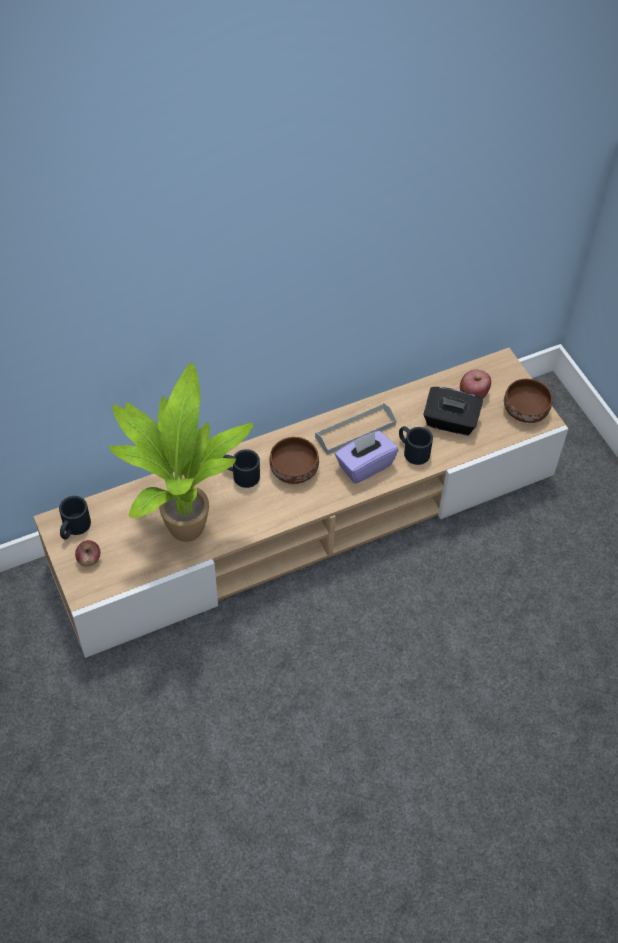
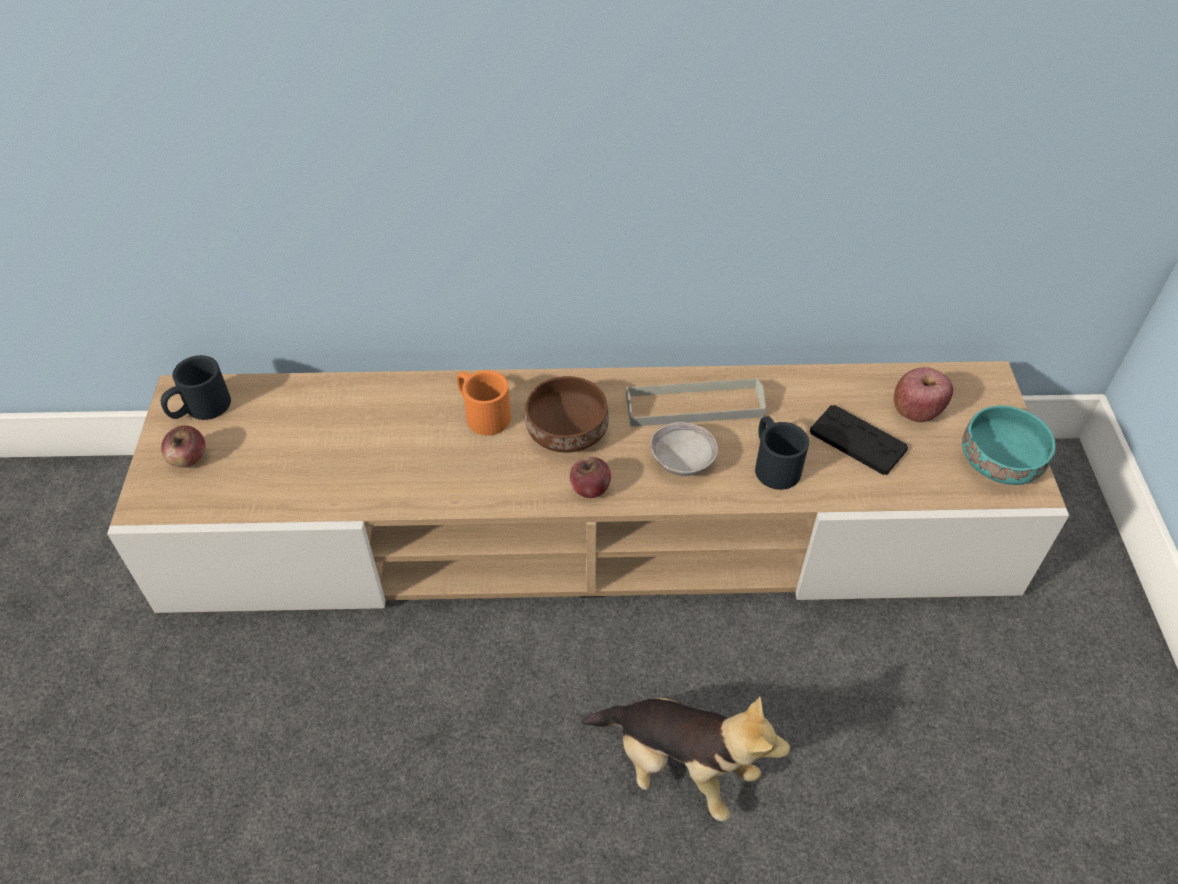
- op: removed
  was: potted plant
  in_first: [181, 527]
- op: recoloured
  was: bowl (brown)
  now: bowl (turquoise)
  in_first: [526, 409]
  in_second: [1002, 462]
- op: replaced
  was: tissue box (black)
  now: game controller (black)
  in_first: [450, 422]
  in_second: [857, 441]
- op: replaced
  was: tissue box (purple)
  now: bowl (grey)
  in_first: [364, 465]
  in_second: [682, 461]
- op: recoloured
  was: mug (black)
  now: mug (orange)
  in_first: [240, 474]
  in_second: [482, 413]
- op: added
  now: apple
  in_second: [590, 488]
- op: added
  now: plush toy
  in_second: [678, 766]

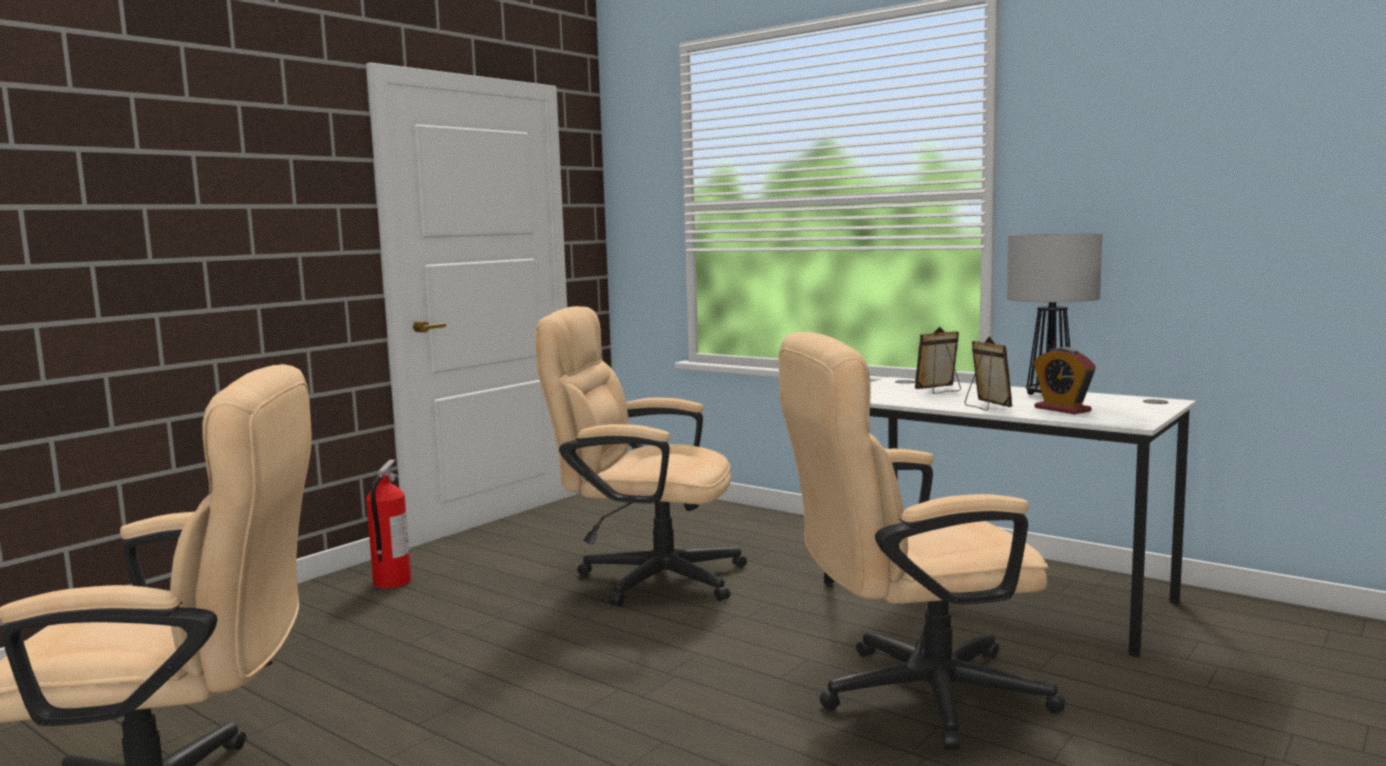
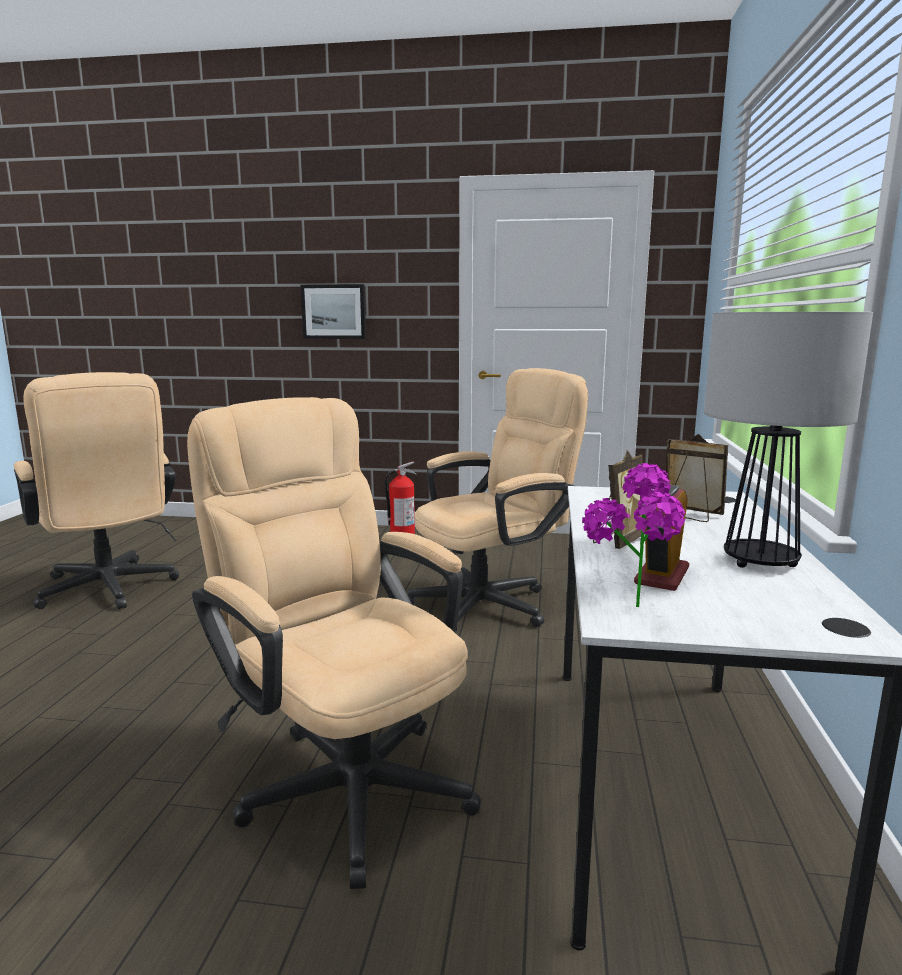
- op: turned
  was: office chair (beige)
  in_first: [646, 577]
  in_second: [493, 603]
  clockwise: 75
- op: added
  now: picture
  in_second: [334, 311]
- op: added
  now: potted plant
  in_second: [631, 613]

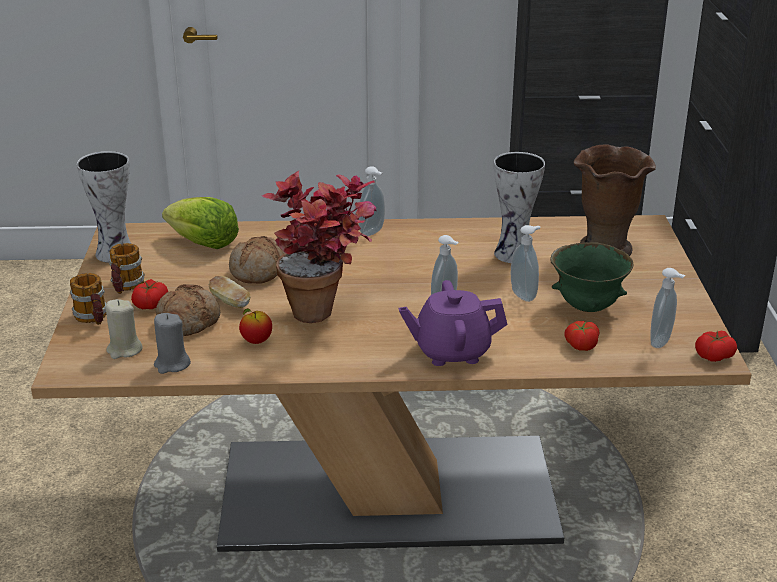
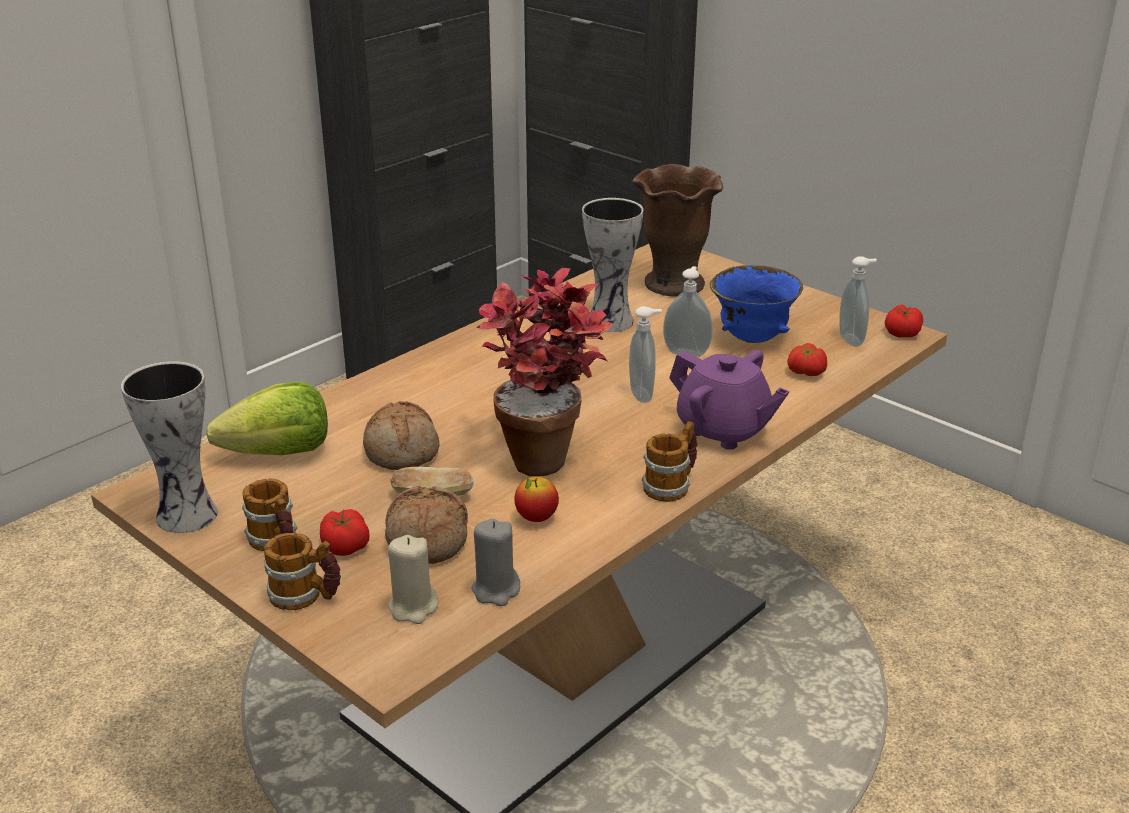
- op: removed
  was: soap dispenser
  in_first: [373, 232]
- op: recoloured
  was: bowl (green)
  now: bowl (blue)
  in_first: [587, 307]
  in_second: [752, 338]
- op: turned
  was: teapot (purple)
  in_first: [451, 351]
  in_second: [723, 430]
  clockwise: -90
- op: added
  now: mug
  in_second: [672, 485]

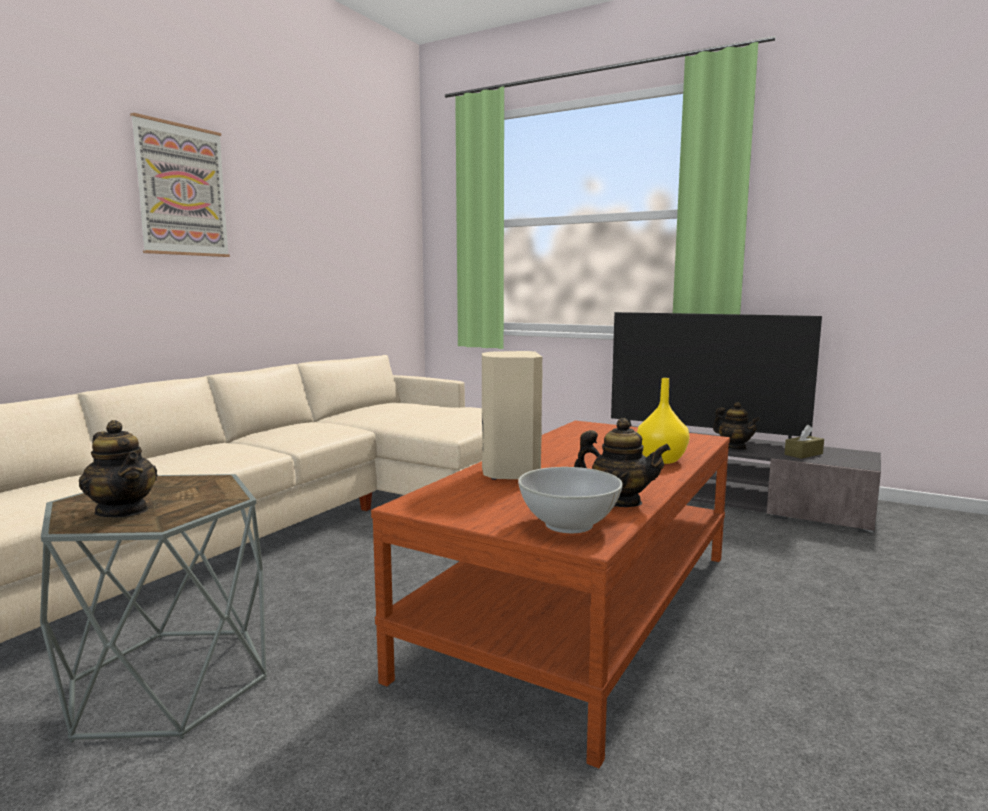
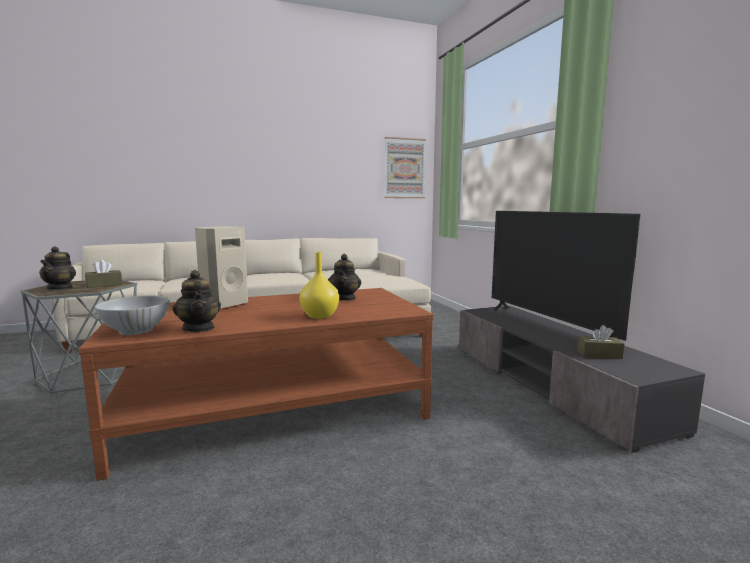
- op: moved
  was: picture
  in_first: [182, 190]
  in_second: [404, 168]
- op: moved
  was: teapot
  in_first: [734, 447]
  in_second: [345, 298]
- op: added
  now: tissue box (brown)
  in_second: [104, 285]

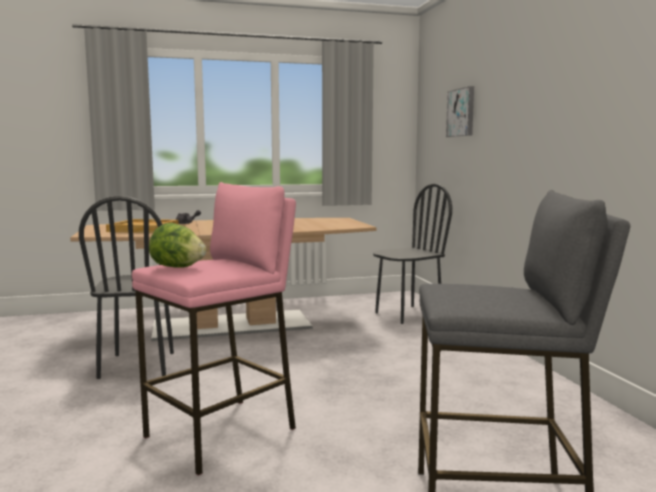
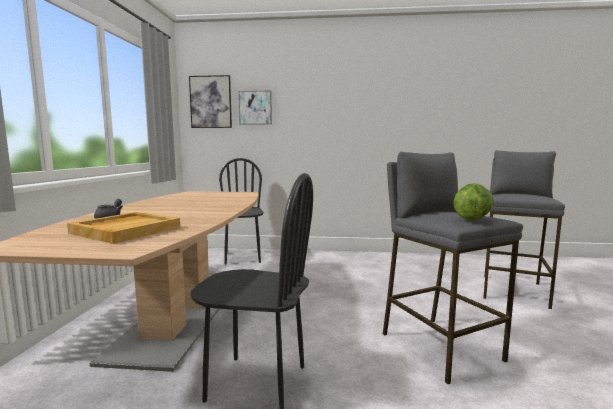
- op: recoloured
  was: stool (pink)
  now: stool (grey)
  in_first: [222, 433]
  in_second: [440, 346]
- op: added
  now: picture
  in_second: [210, 102]

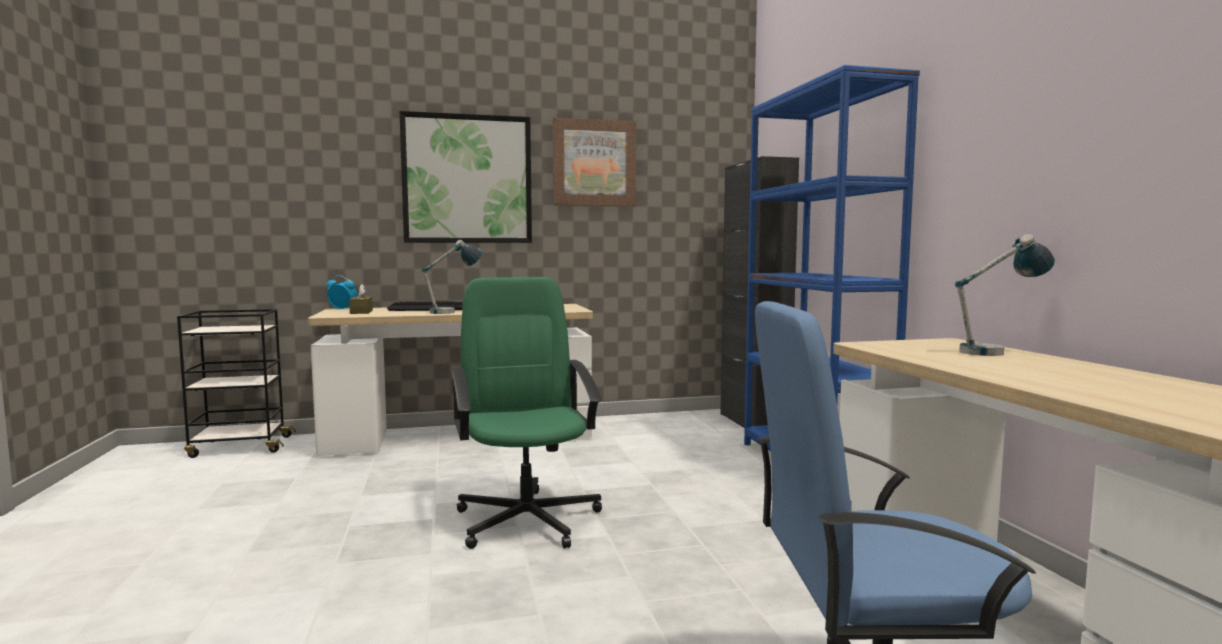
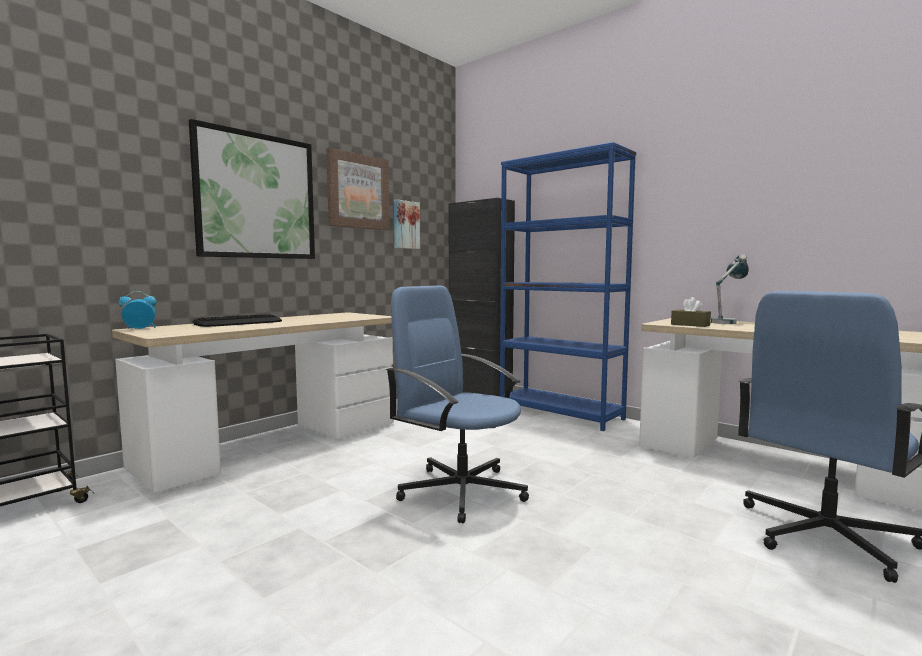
- op: removed
  was: table lamp
  in_first: [453, 312]
- op: recoloured
  was: office chair (green)
  now: office chair (blue)
  in_first: [527, 519]
  in_second: [460, 490]
- op: moved
  was: tissue box (brown)
  in_first: [361, 312]
  in_second: [690, 325]
- op: added
  now: picture
  in_second: [405, 225]

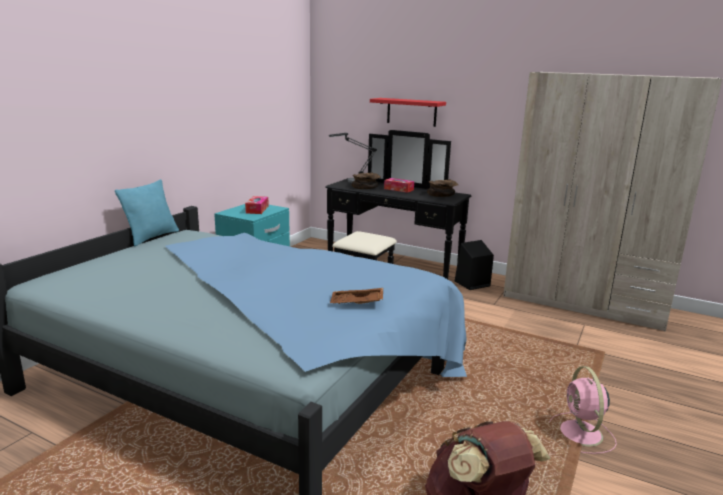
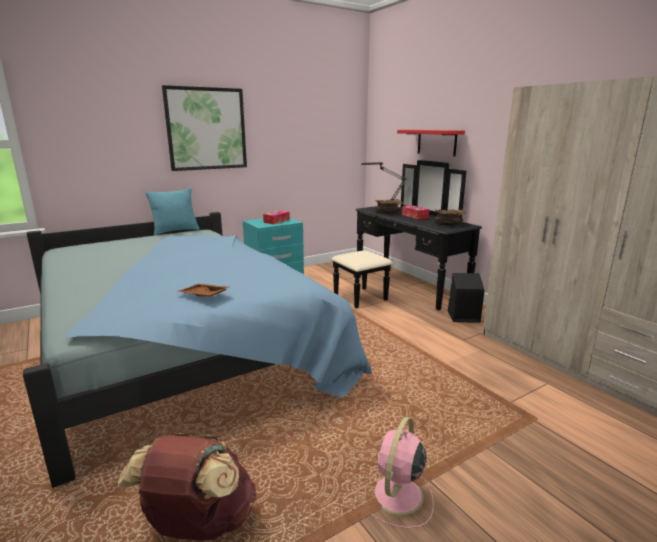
- op: added
  now: picture
  in_second: [206, 129]

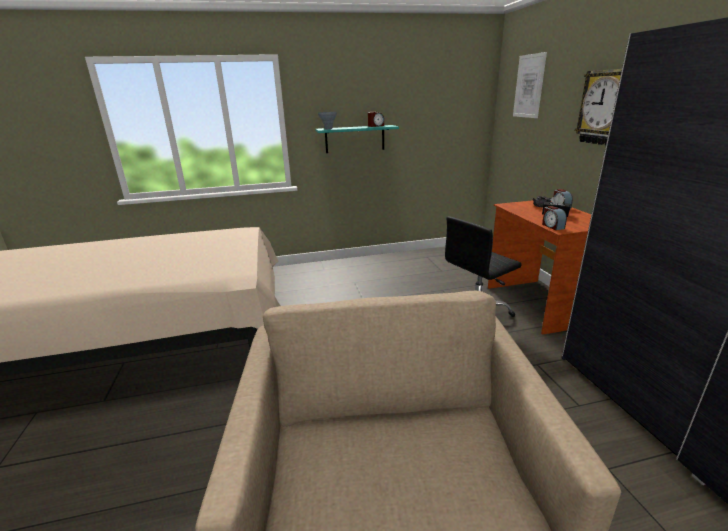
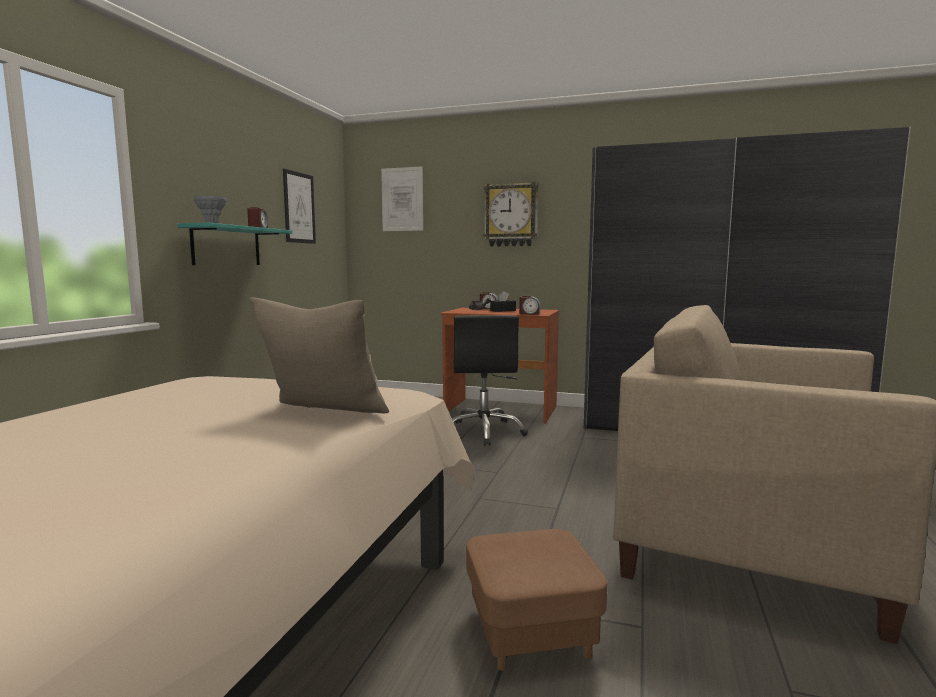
- op: added
  now: picture
  in_second: [299, 208]
- op: added
  now: pillow (beige)
  in_second: [323, 412]
- op: added
  now: ottoman (brown)
  in_second: [531, 632]

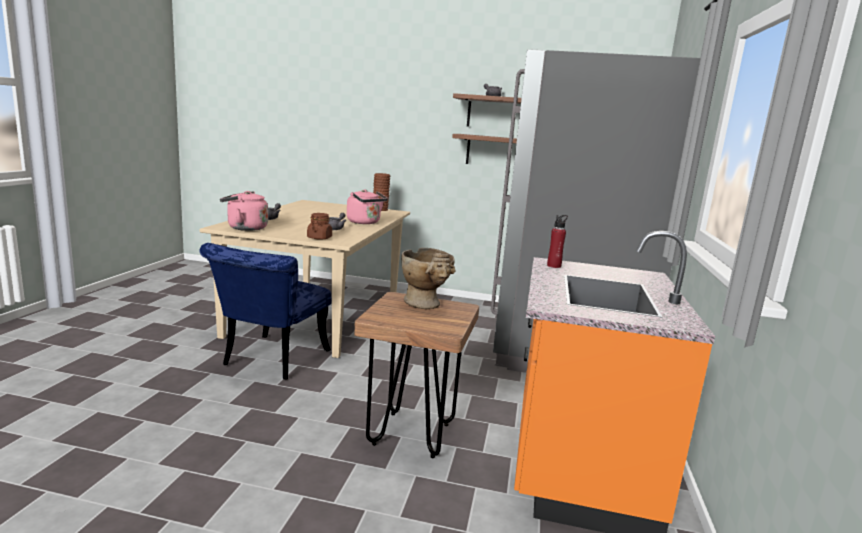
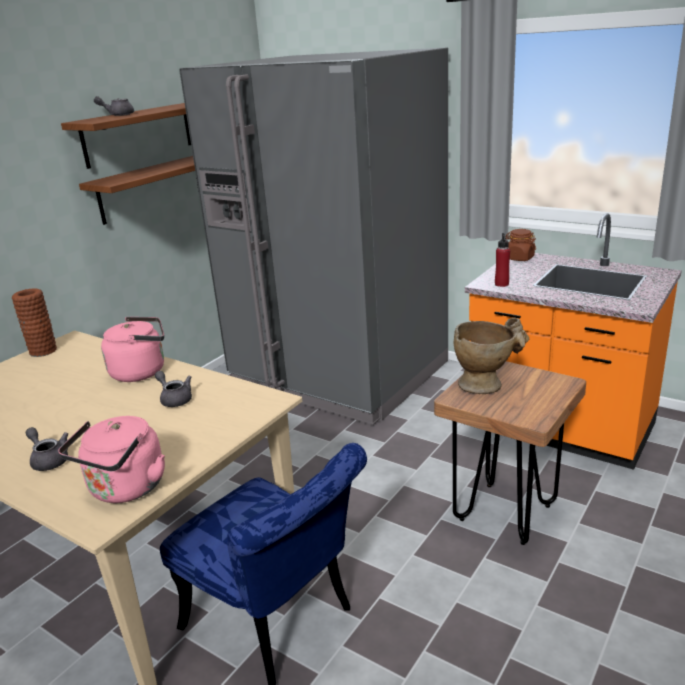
- op: moved
  was: jar (brown)
  in_first: [319, 238]
  in_second: [519, 258]

